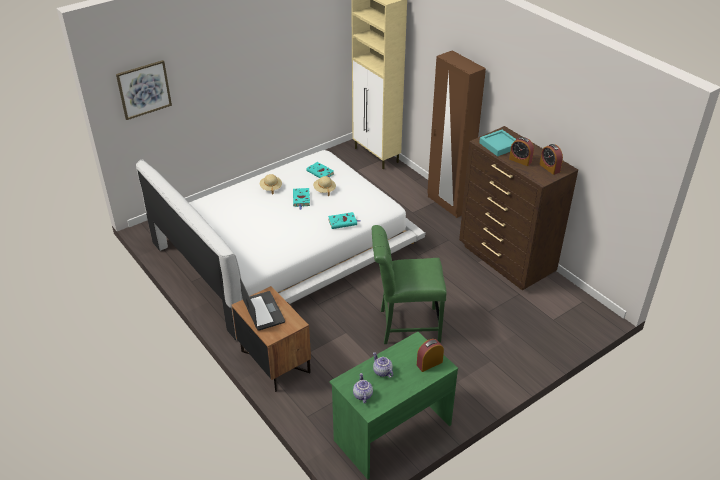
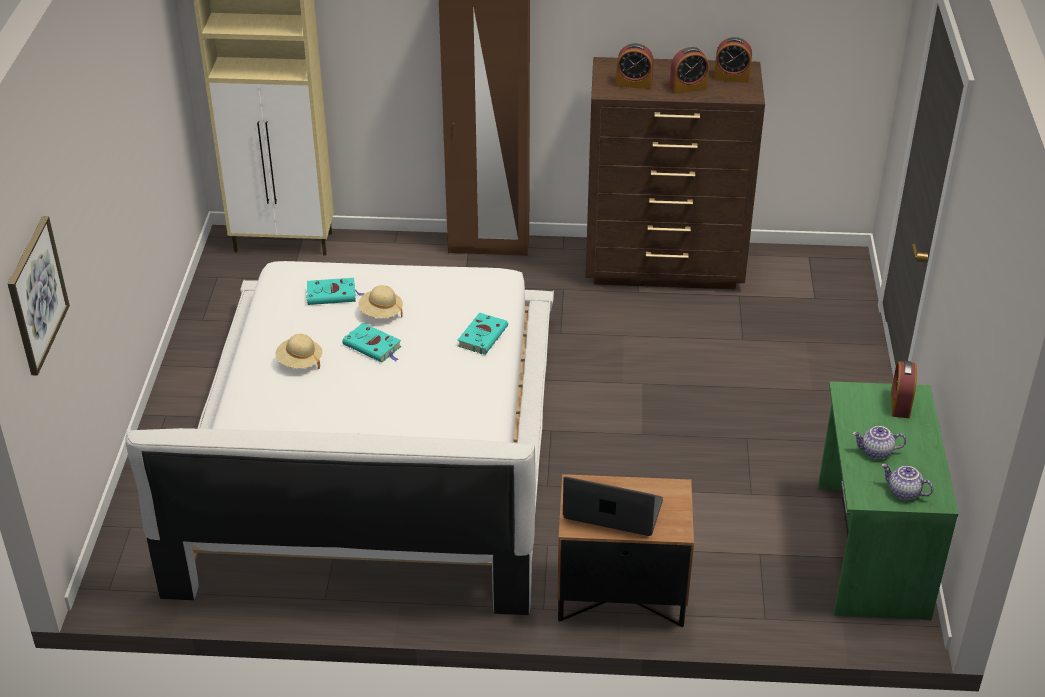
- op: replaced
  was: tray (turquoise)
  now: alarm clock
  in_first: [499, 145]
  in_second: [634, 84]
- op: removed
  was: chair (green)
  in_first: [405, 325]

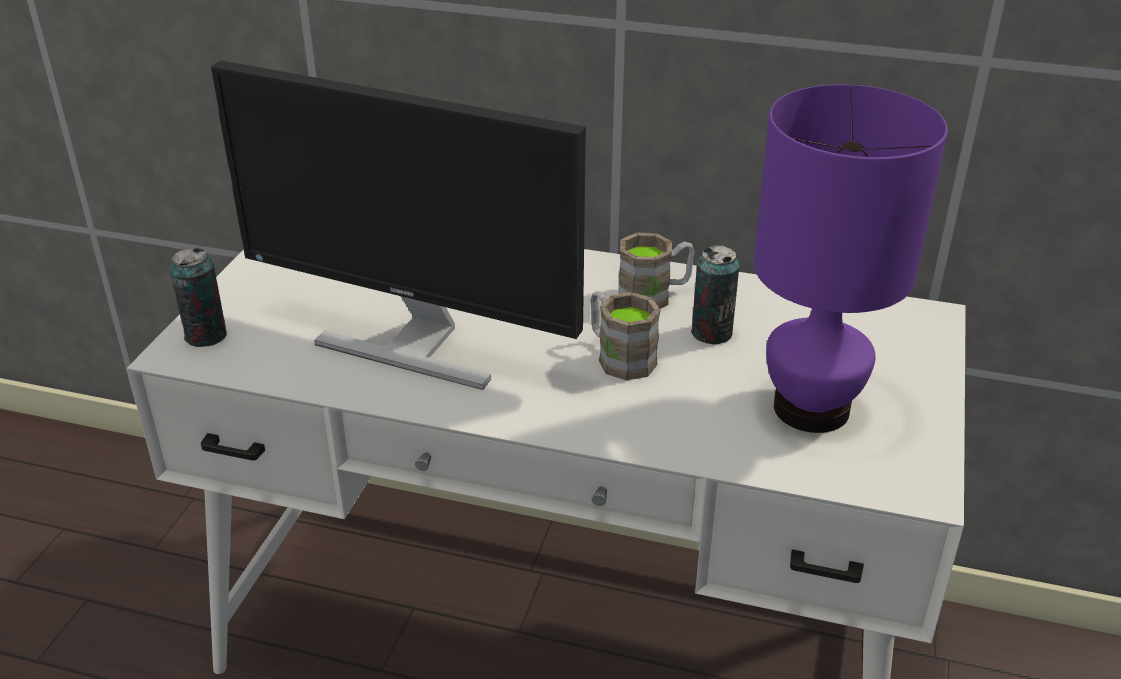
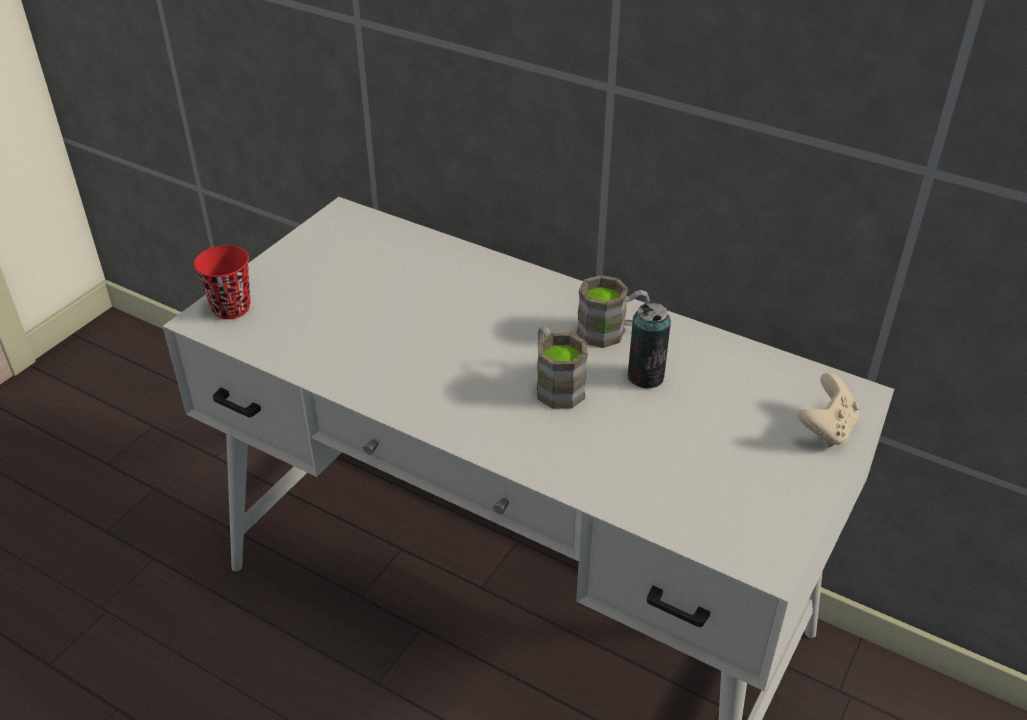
- op: removed
  was: monitor
  in_first: [414, 344]
- op: removed
  was: table lamp (purple)
  in_first: [812, 408]
- op: replaced
  was: can
  now: cup (red)
  in_first: [206, 336]
  in_second: [231, 308]
- op: added
  now: game controller (beige)
  in_second: [826, 429]

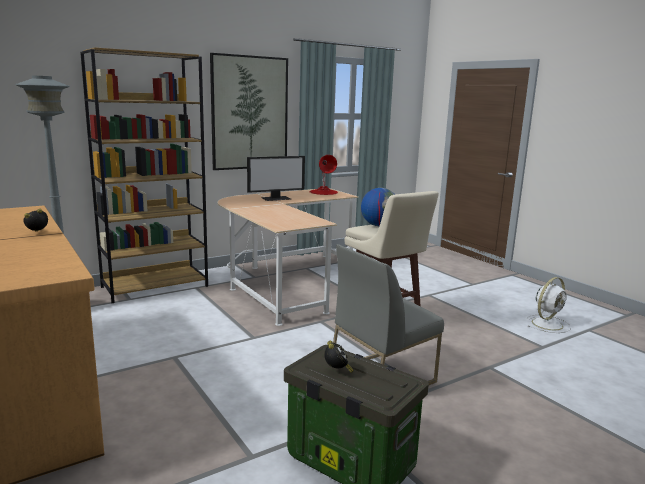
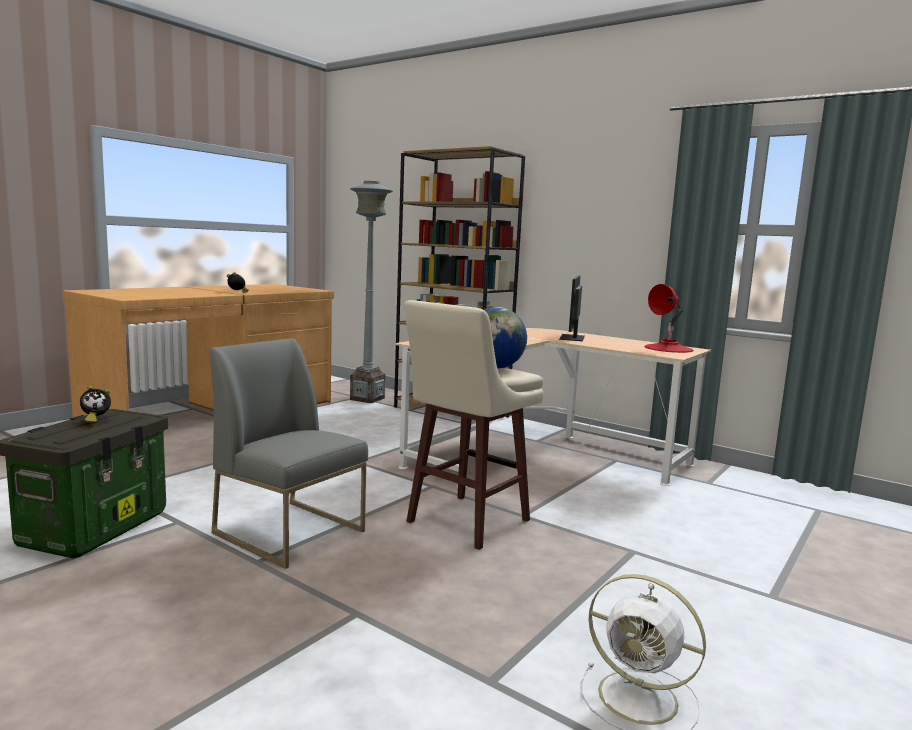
- op: removed
  was: picture
  in_first: [250, 113]
- op: turned
  was: monitor
  in_first: [276, 198]
  in_second: [573, 338]
  clockwise: 60

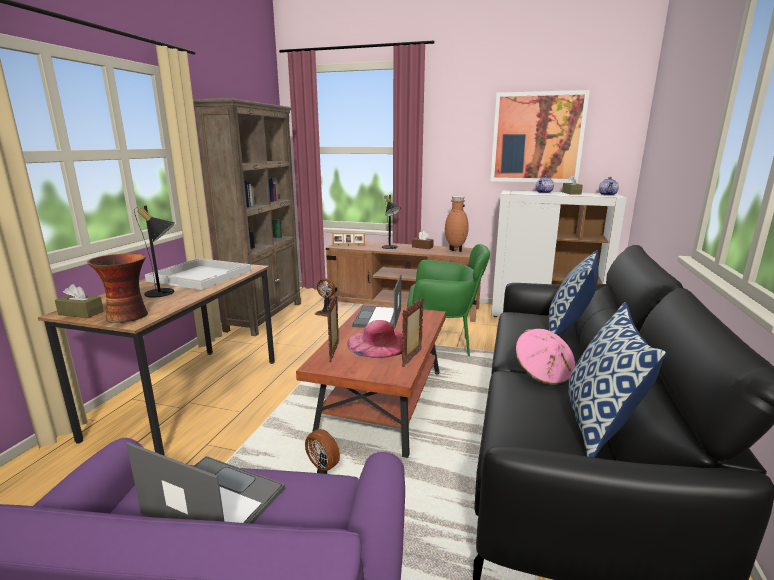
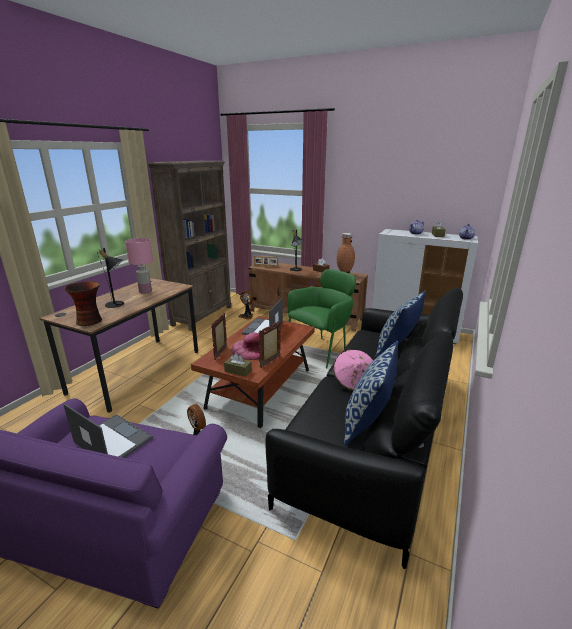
- op: removed
  was: picture
  in_first: [537, 138]
- op: turned
  was: armchair (green)
  in_first: [442, 346]
  in_second: [321, 349]
  clockwise: -60
- op: replaced
  was: tray (white)
  now: table lamp (pink)
  in_first: [201, 275]
  in_second: [146, 291]
- op: moved
  was: tissue box (brown)
  in_first: [81, 313]
  in_second: [238, 371]

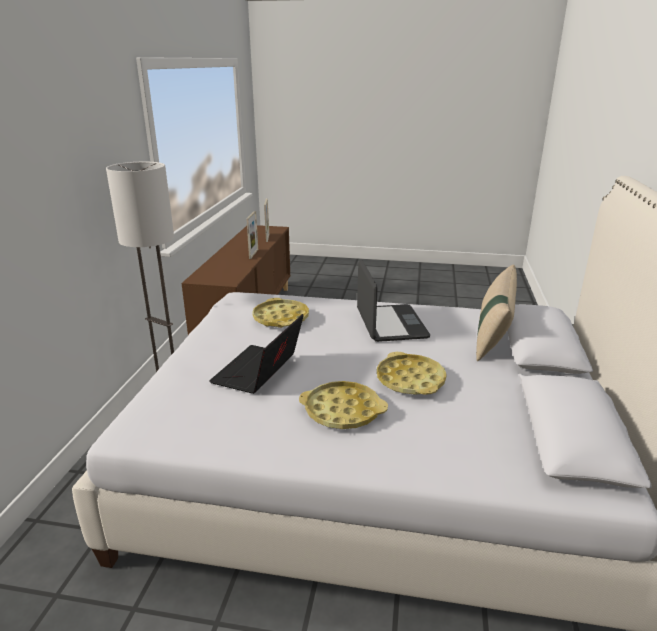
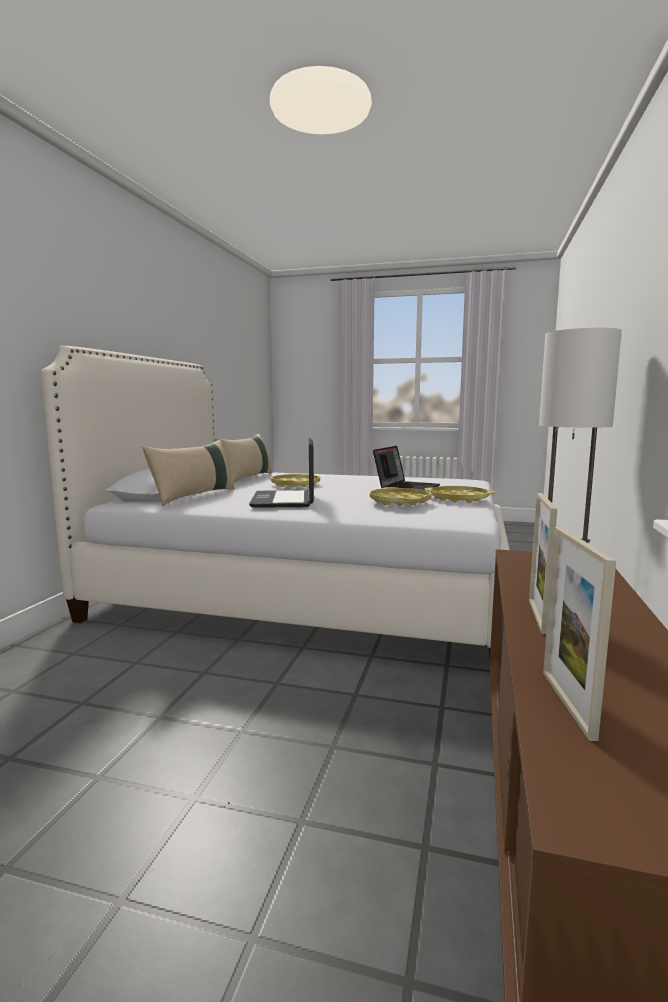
- op: moved
  was: tray (yellow)
  in_first: [342, 411]
  in_second: [458, 499]
- op: added
  now: pillow (beige)
  in_second: [246, 478]

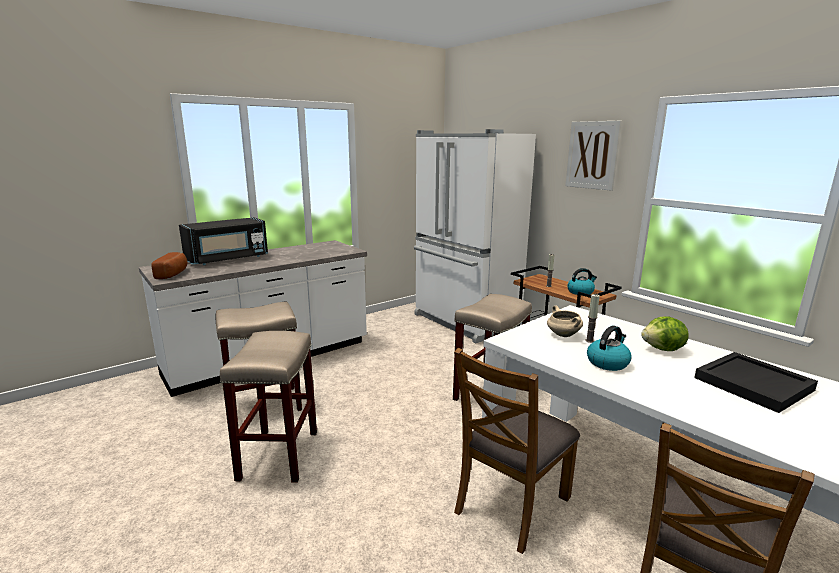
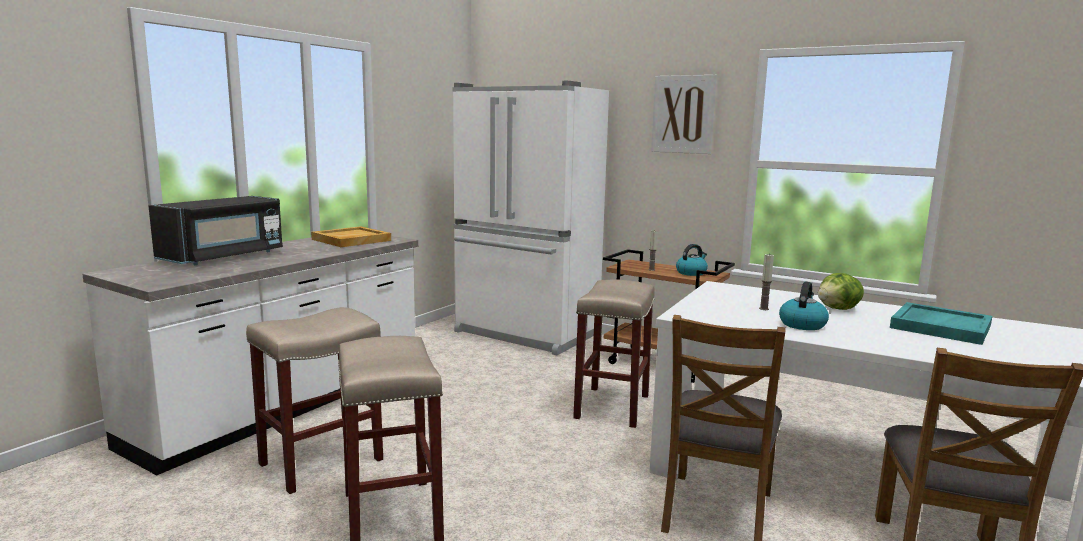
- op: removed
  was: bread
  in_first: [174, 274]
- op: removed
  was: cooking pot (beige)
  in_first: [562, 335]
- op: recoloured
  was: tray (black)
  now: tray (turquoise)
  in_first: [752, 383]
  in_second: [939, 326]
- op: added
  now: tray (beige)
  in_second: [351, 240]

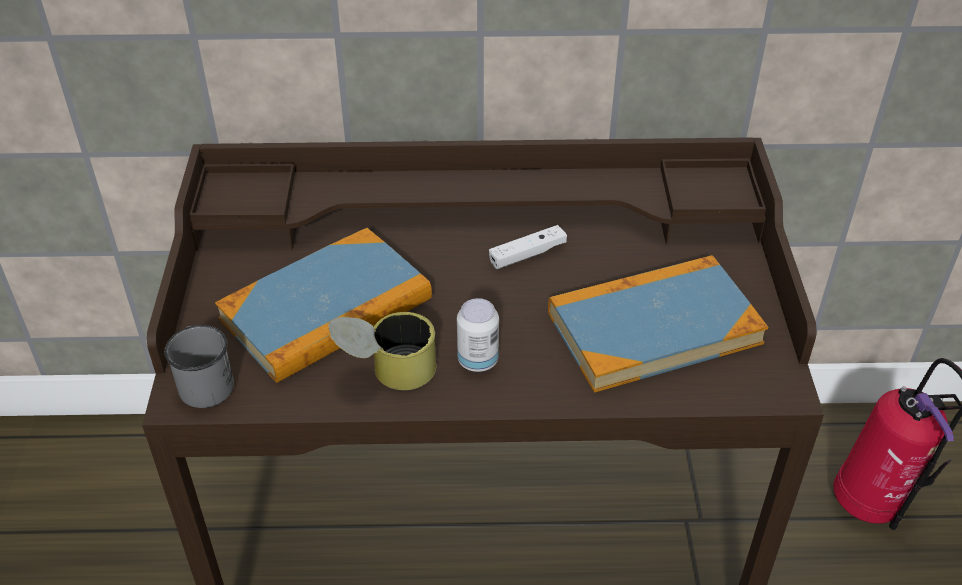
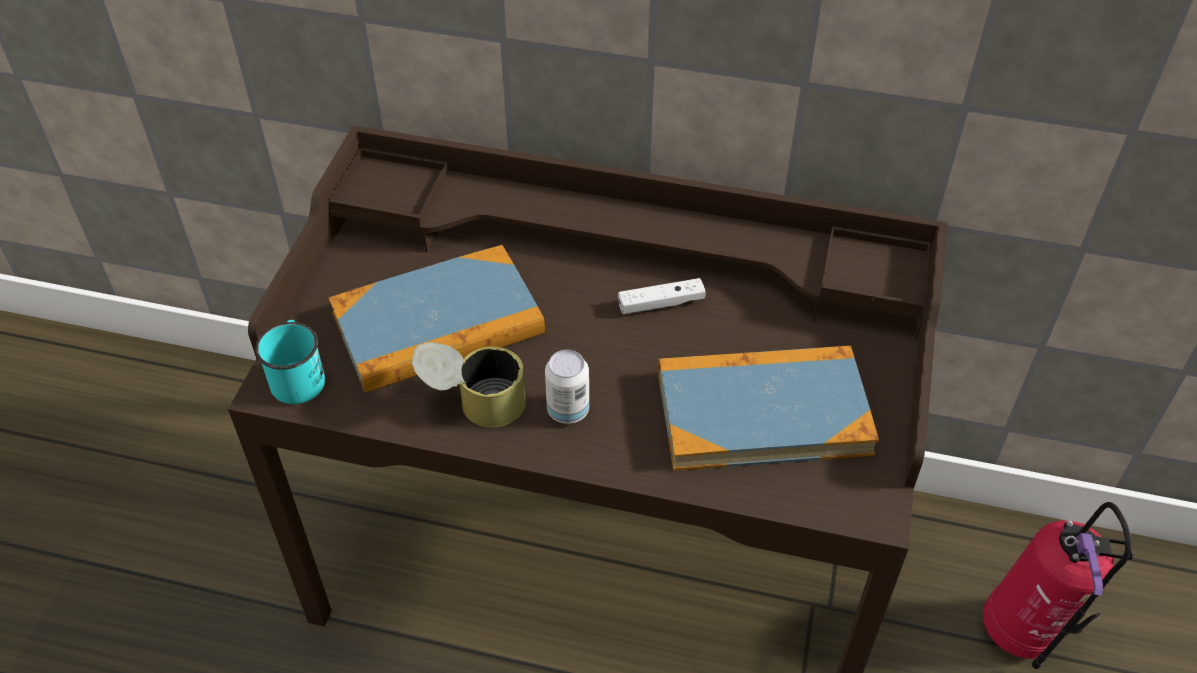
- op: recoloured
  was: mug (grey)
  now: mug (turquoise)
  in_first: [204, 381]
  in_second: [298, 376]

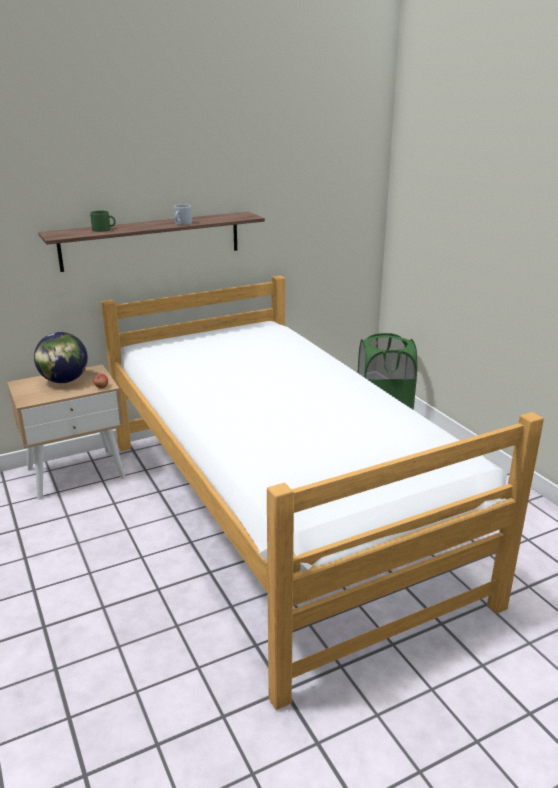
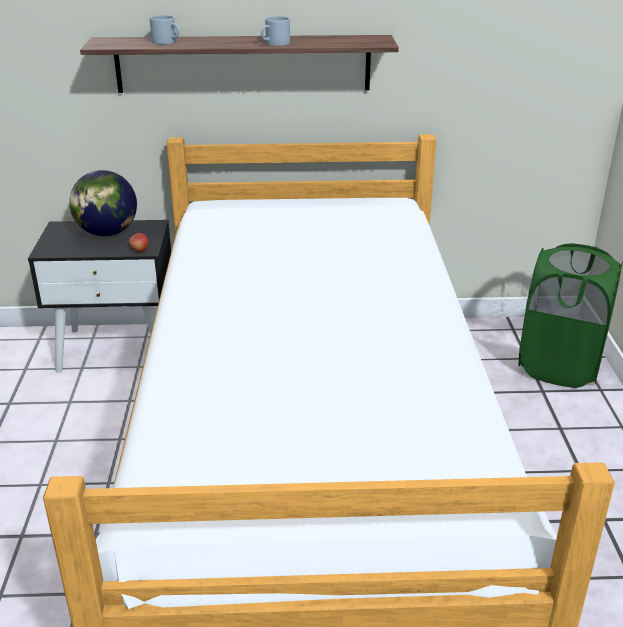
- op: recoloured
  was: mug (green)
  now: mug (grey)
  in_first: [104, 229]
  in_second: [167, 42]
- op: recoloured
  was: nightstand (beige)
  now: nightstand (black)
  in_first: [76, 472]
  in_second: [118, 348]

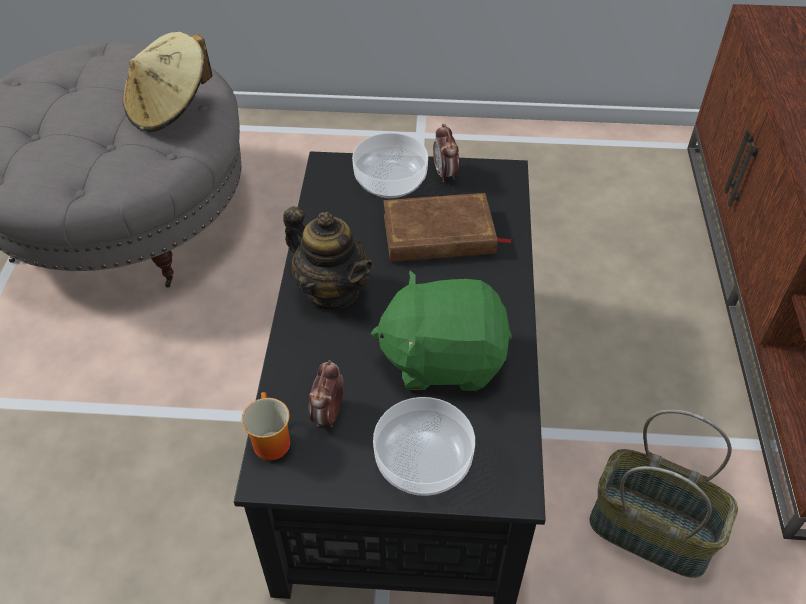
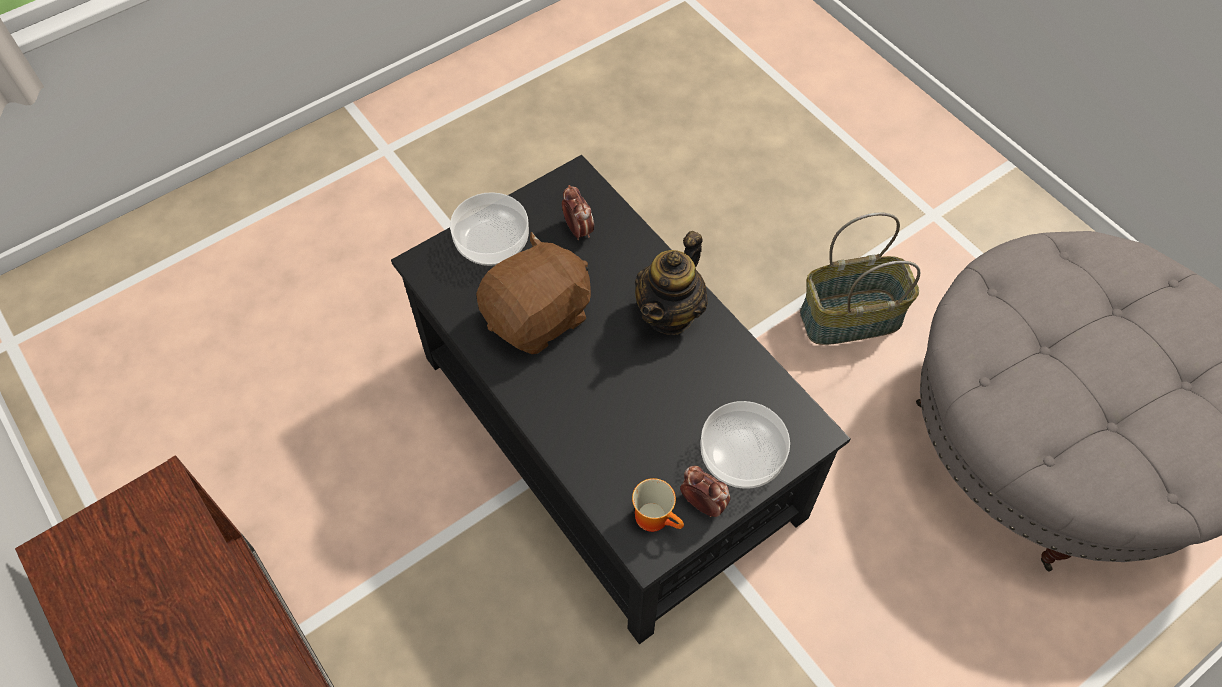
- op: removed
  was: hat (beige)
  in_first: [170, 109]
- op: removed
  was: book (brown)
  in_first: [439, 235]
- op: turned
  was: teapot
  in_first: [332, 291]
  in_second: [670, 313]
  clockwise: -60
- op: recoloured
  was: plush toy (green)
  now: plush toy (brown)
  in_first: [443, 358]
  in_second: [539, 317]
- op: moved
  was: mug
  in_first: [268, 441]
  in_second: [657, 516]
- op: moved
  was: basket
  in_first: [652, 529]
  in_second: [850, 319]

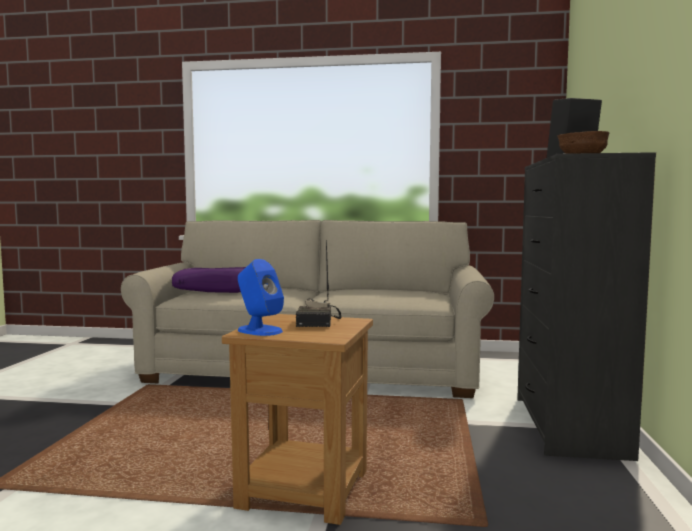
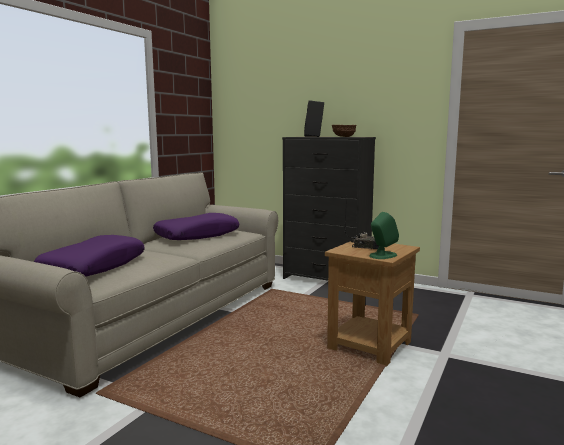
- op: recoloured
  was: speaker (blue)
  now: speaker (green)
  in_first: [259, 330]
  in_second: [382, 255]
- op: added
  now: pillow (purple)
  in_second: [197, 235]

